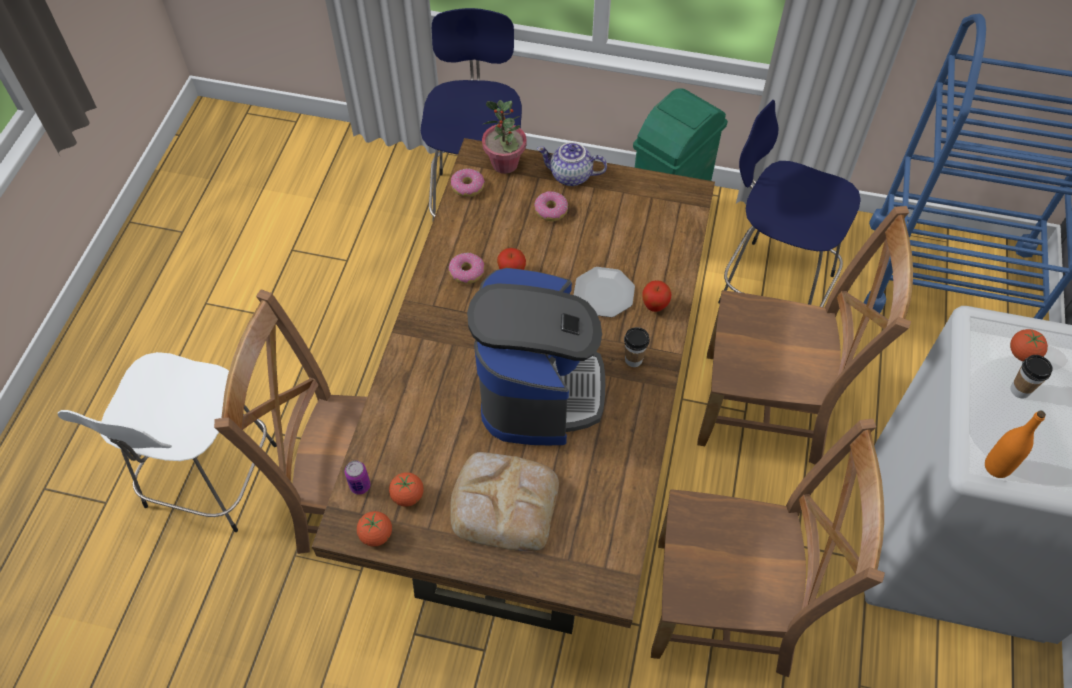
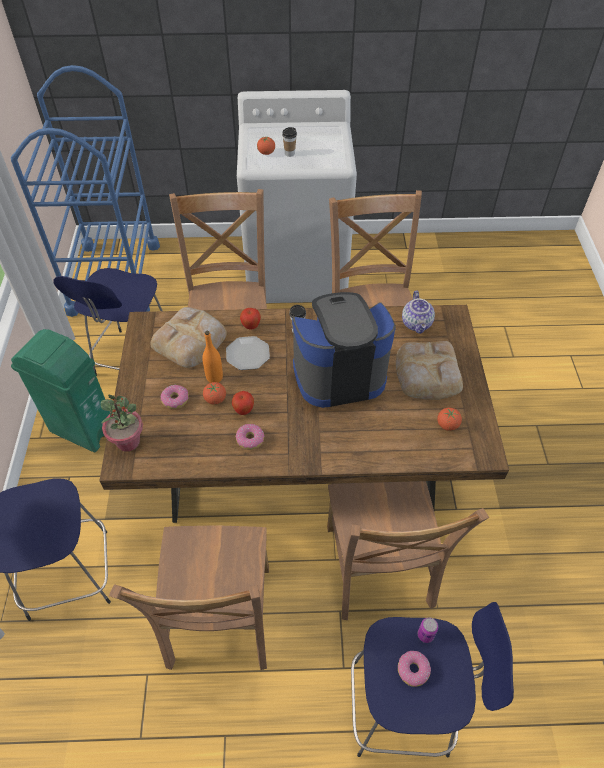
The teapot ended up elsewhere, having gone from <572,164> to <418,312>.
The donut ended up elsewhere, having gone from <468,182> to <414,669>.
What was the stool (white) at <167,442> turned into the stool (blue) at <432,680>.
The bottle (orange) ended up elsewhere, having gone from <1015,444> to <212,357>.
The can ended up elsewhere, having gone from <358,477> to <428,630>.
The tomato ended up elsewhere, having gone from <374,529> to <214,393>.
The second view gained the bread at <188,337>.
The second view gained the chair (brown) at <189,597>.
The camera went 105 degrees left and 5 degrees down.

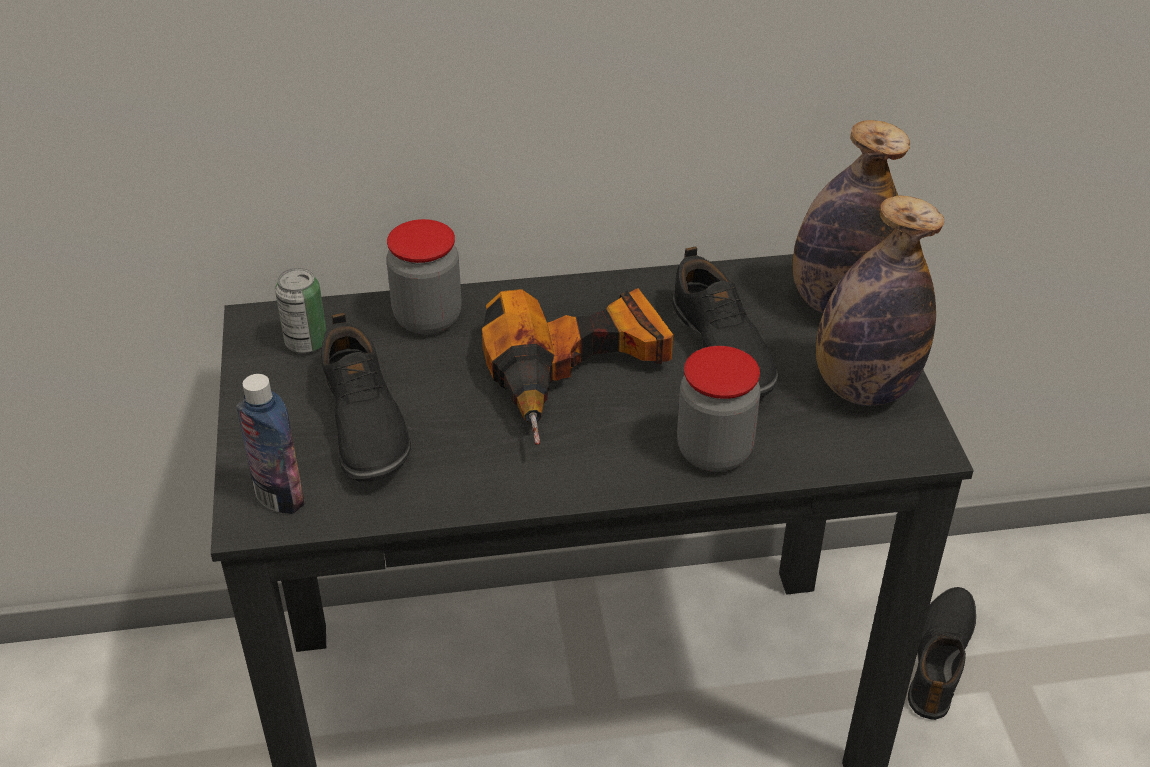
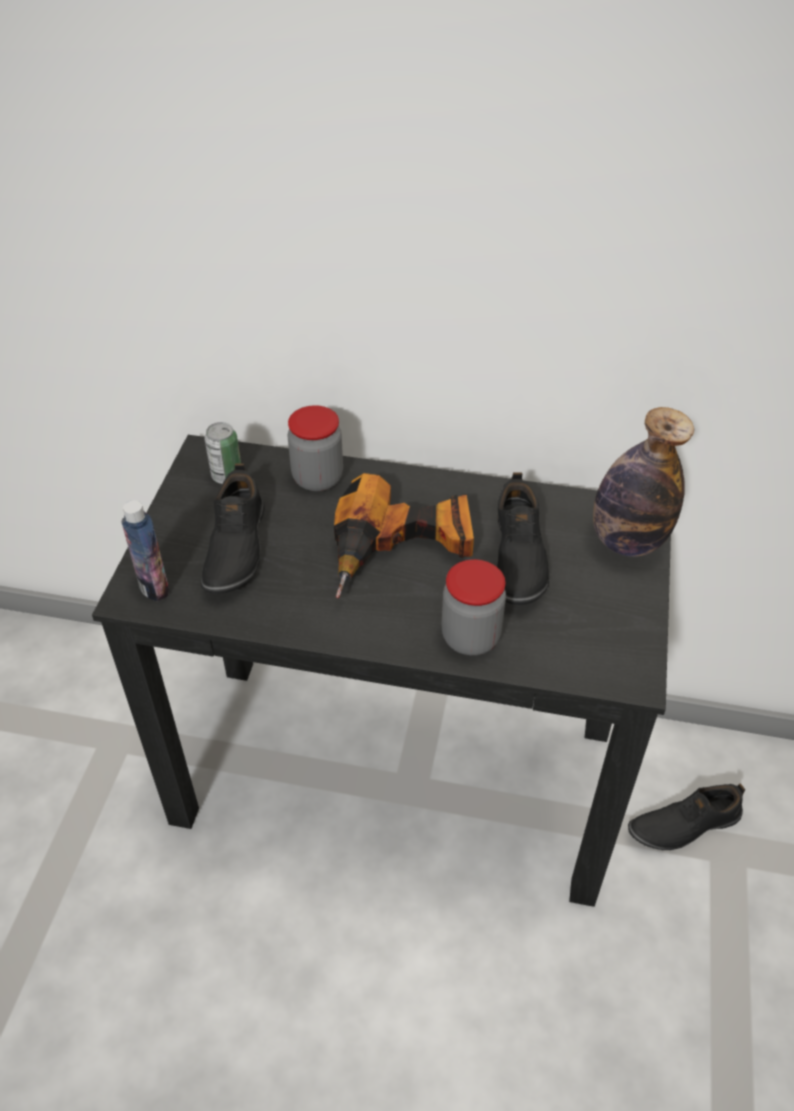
The second view lost the bottle at <880,301>.
The shoe (black) at <942,653> ended up facing another way, 150 degrees counterclockwise from before.
The camera went 20 degrees right and 5 degrees up.

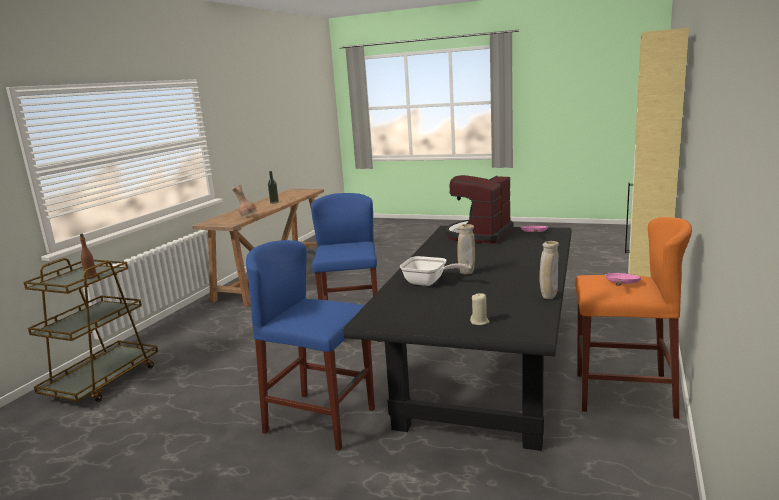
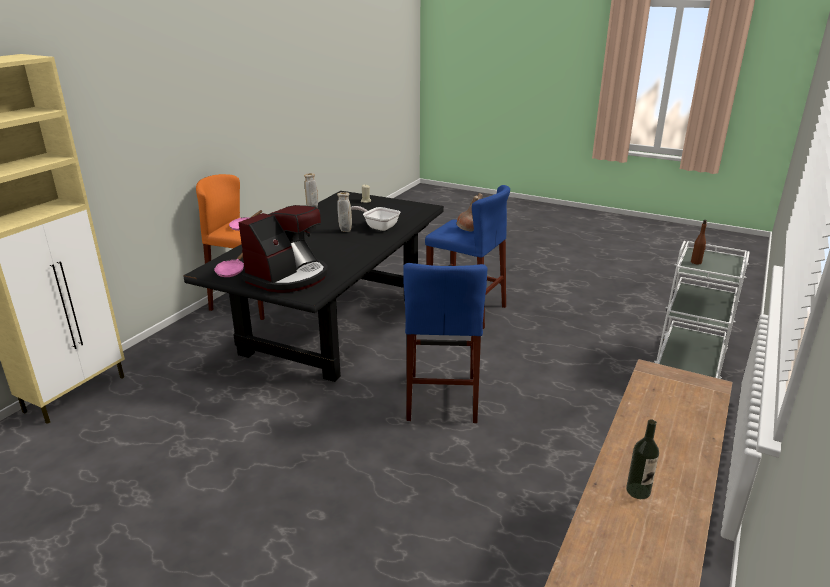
The vase (brown) ended up elsewhere, having gone from <244,201> to <469,212>.
What was the cart (brown) at <91,330> turned into the cart (white) at <702,310>.
The camera went 175 degrees left and 10 degrees up.

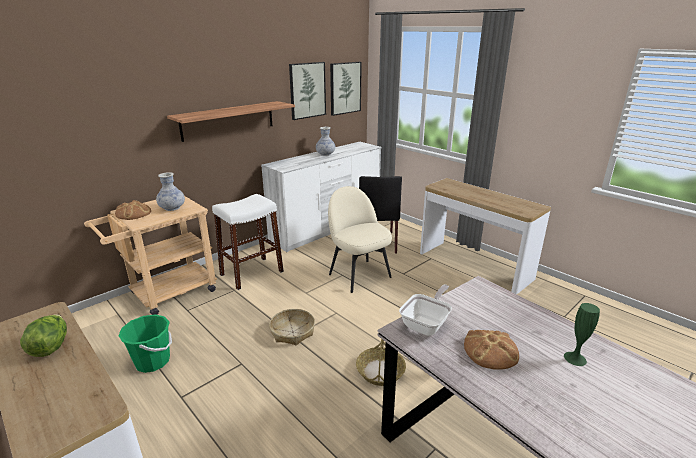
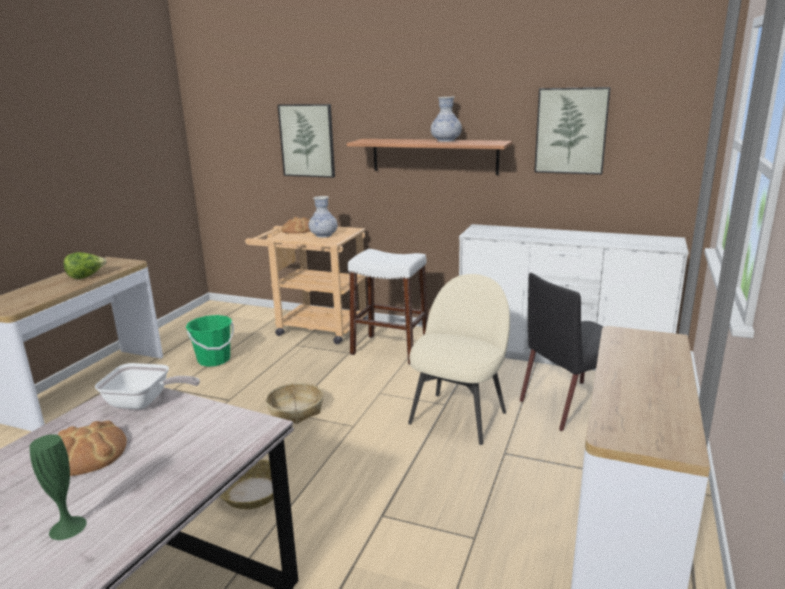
The picture ended up elsewhere, having gone from <346,89> to <306,141>.
The vase ended up elsewhere, having gone from <325,141> to <446,119>.
The camera went 65 degrees right and 5 degrees down.

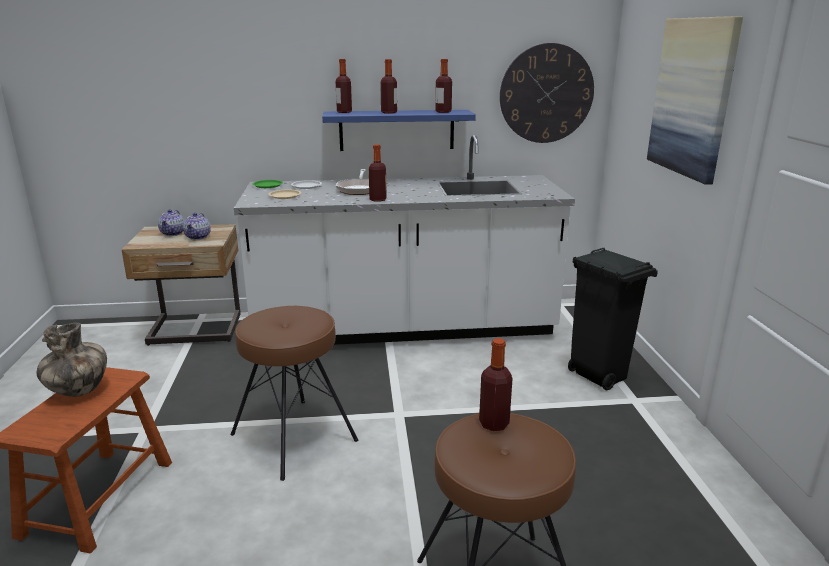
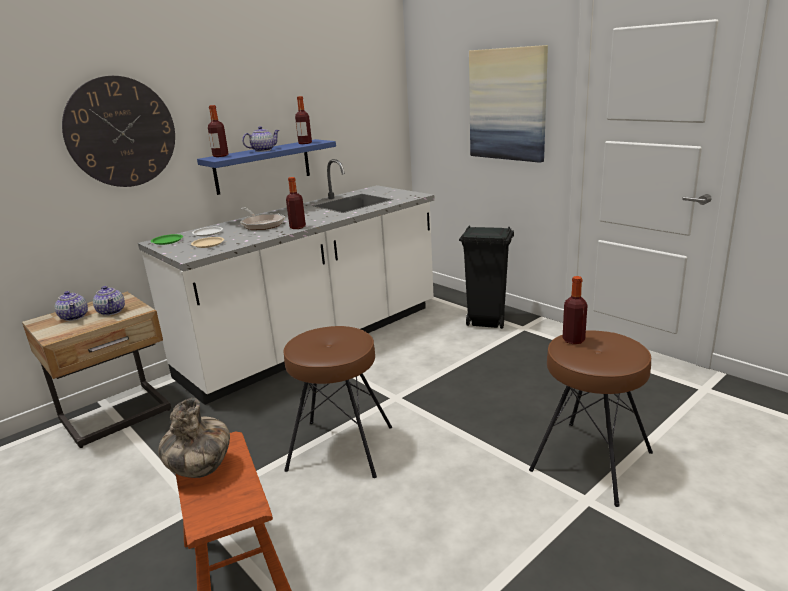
The wall clock ended up elsewhere, having gone from <547,93> to <118,131>.
Where the bottle stood at <388,86>, the teapot came to stand at <260,139>.
The camera went 35 degrees left and 0 degrees up.

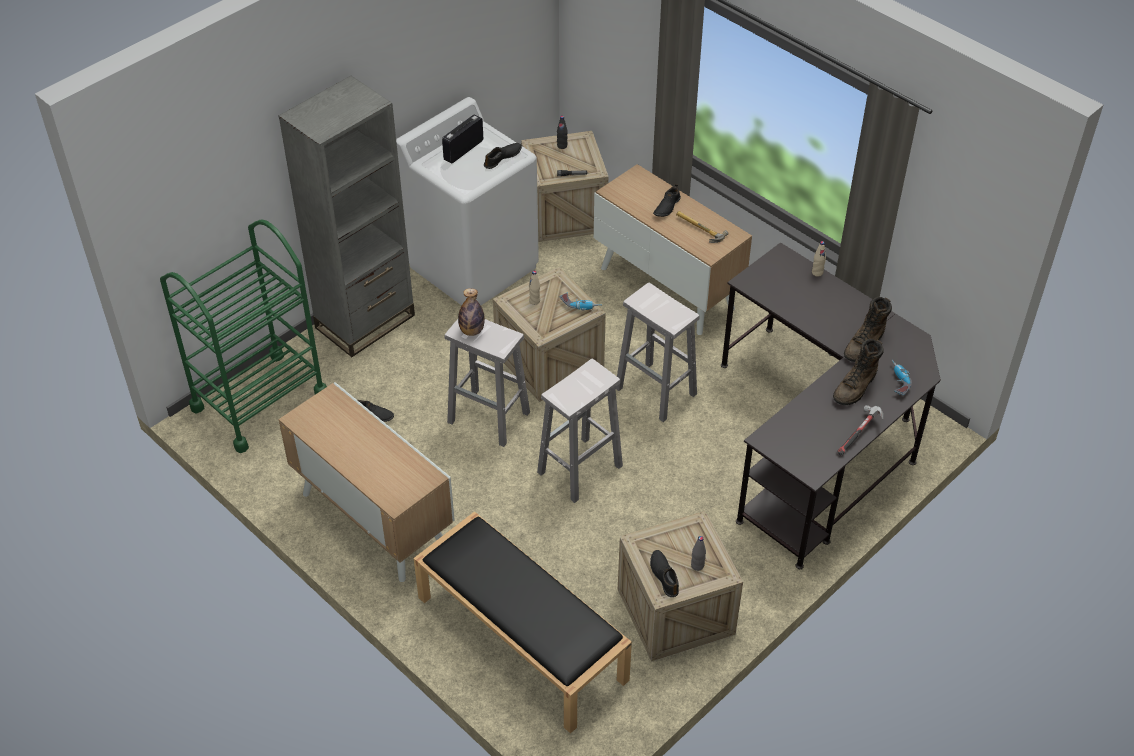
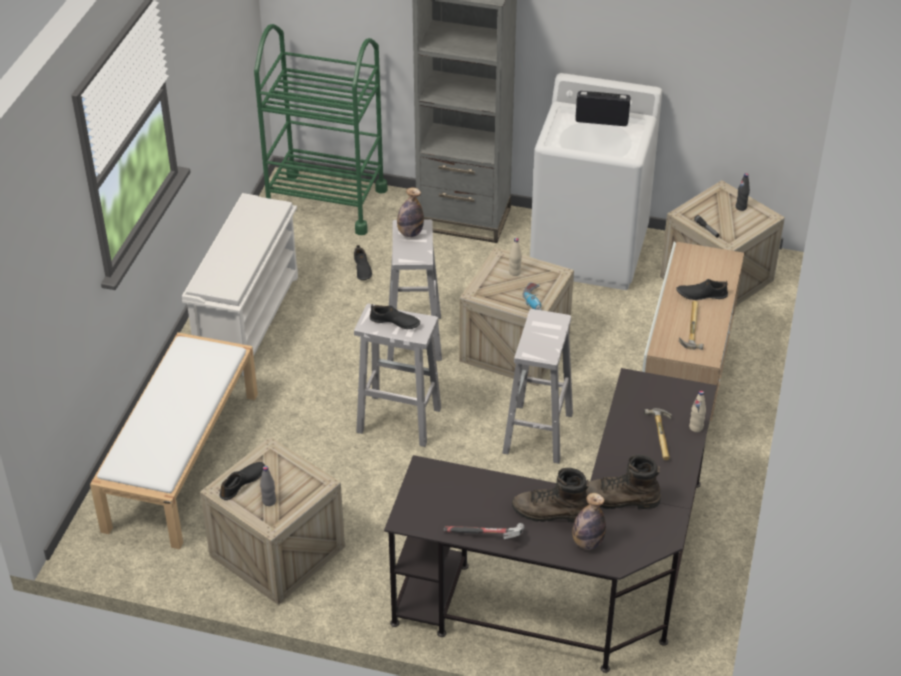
The shoe (black) ended up elsewhere, having gone from <503,156> to <395,316>.
Where the power drill stood at <901,378>, the bottle came to stand at <589,521>.
Where the cabinet stood at <367,482>, the shoe rack (white) came to stand at <240,284>.
What was the bench (black) at <523,622> turned into the bench (white) at <174,440>.
The second view gained the hammer at <658,434>.
The camera went 60 degrees right and 5 degrees down.

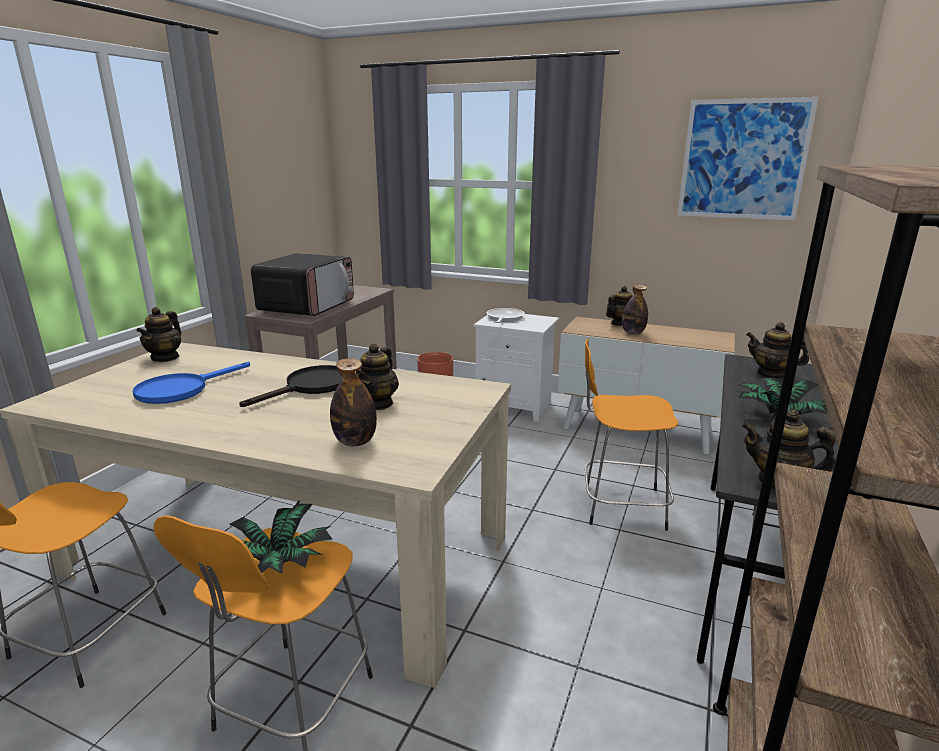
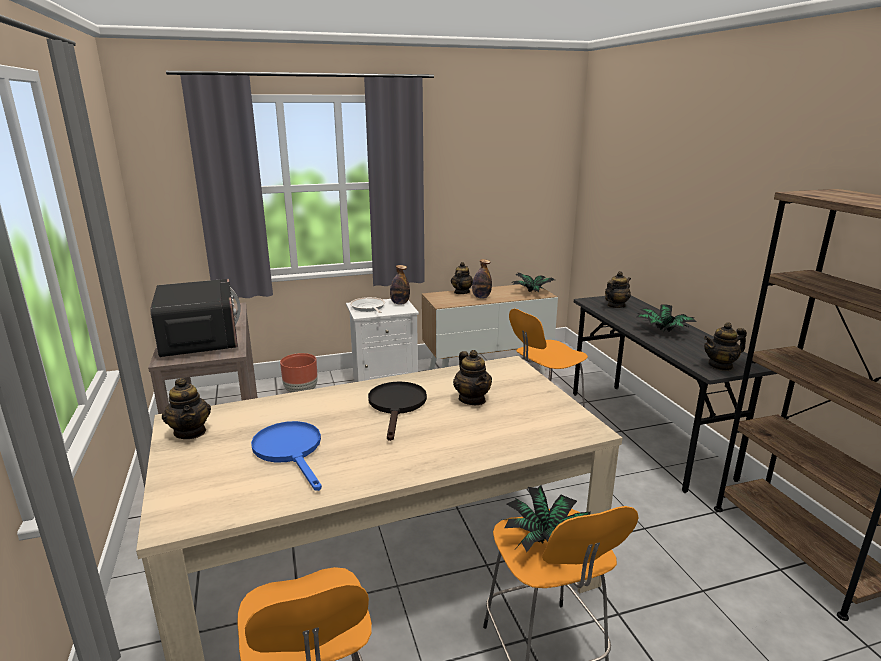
The second view lost the picture at <748,159>.
The teapot at <777,350> ended up facing another way, 150 degrees clockwise from before.
The bottle ended up elsewhere, having gone from <353,402> to <400,285>.
The frying pan (blue) at <191,383> ended up facing another way, 150 degrees clockwise from before.
The second view gained the potted plant at <534,282>.
The camera went 40 degrees left and 0 degrees up.

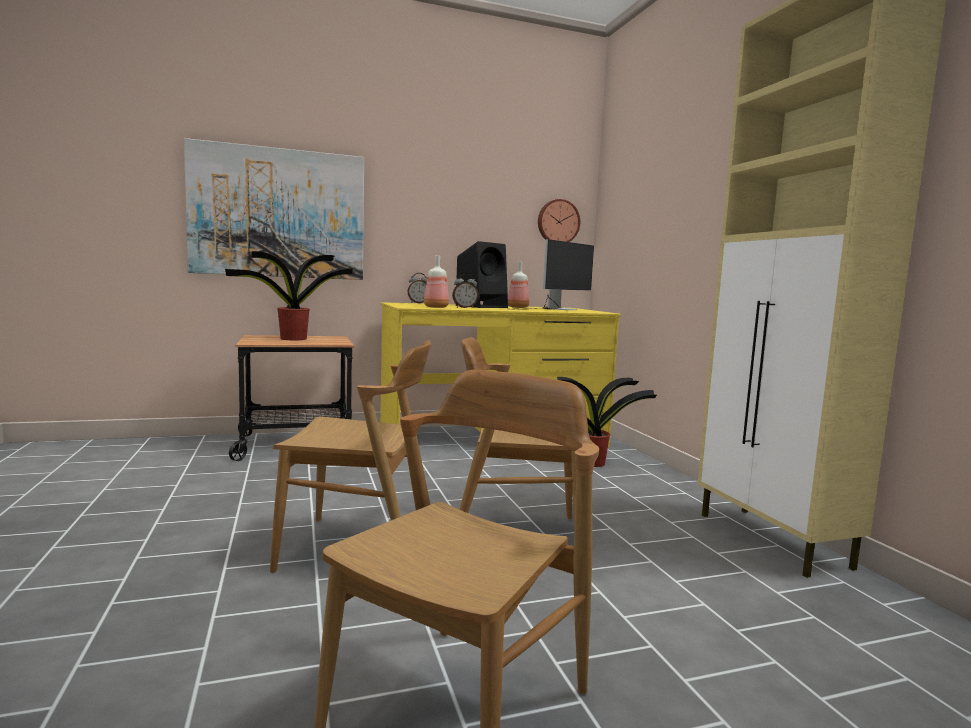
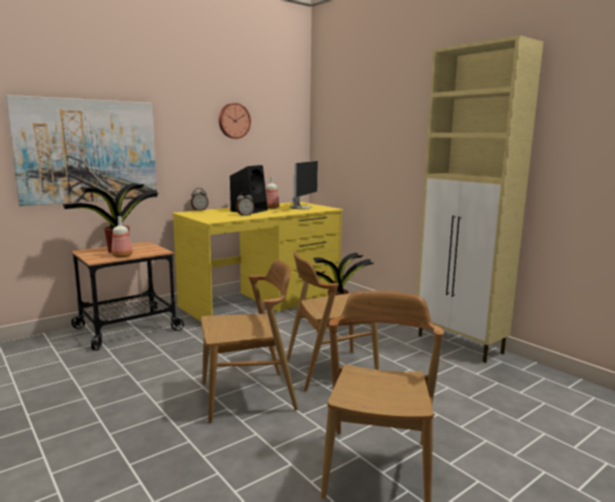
The wall clock ended up elsewhere, having gone from <559,220> to <235,121>.
The bottle ended up elsewhere, having gone from <436,281> to <122,237>.
The camera went 20 degrees left and 5 degrees up.

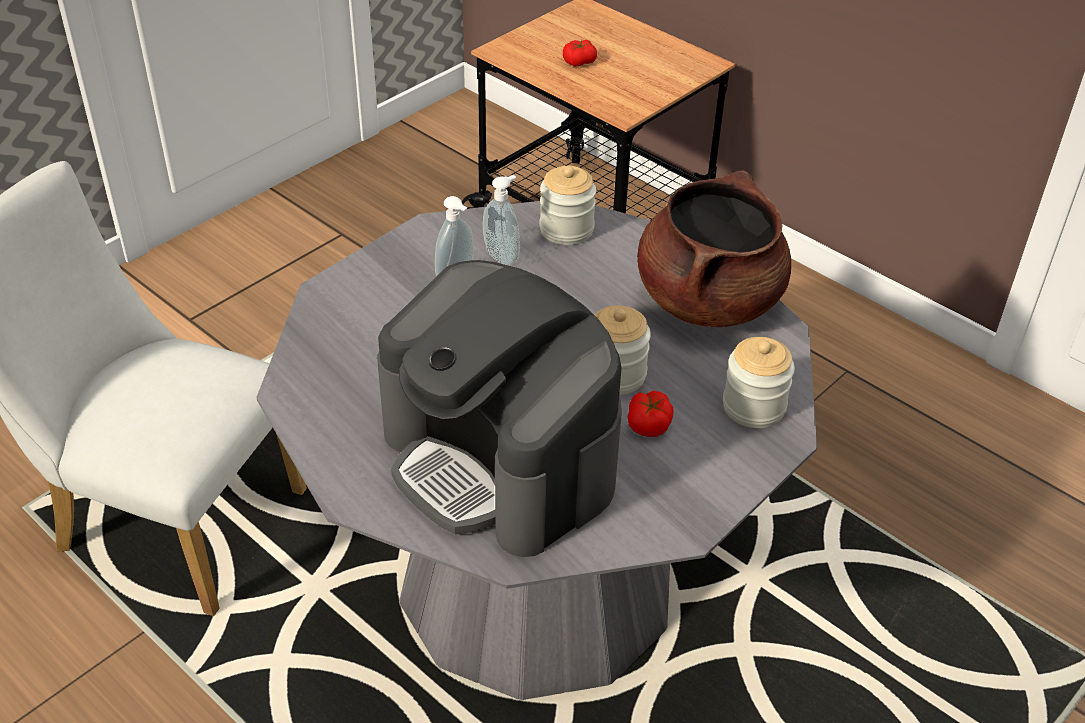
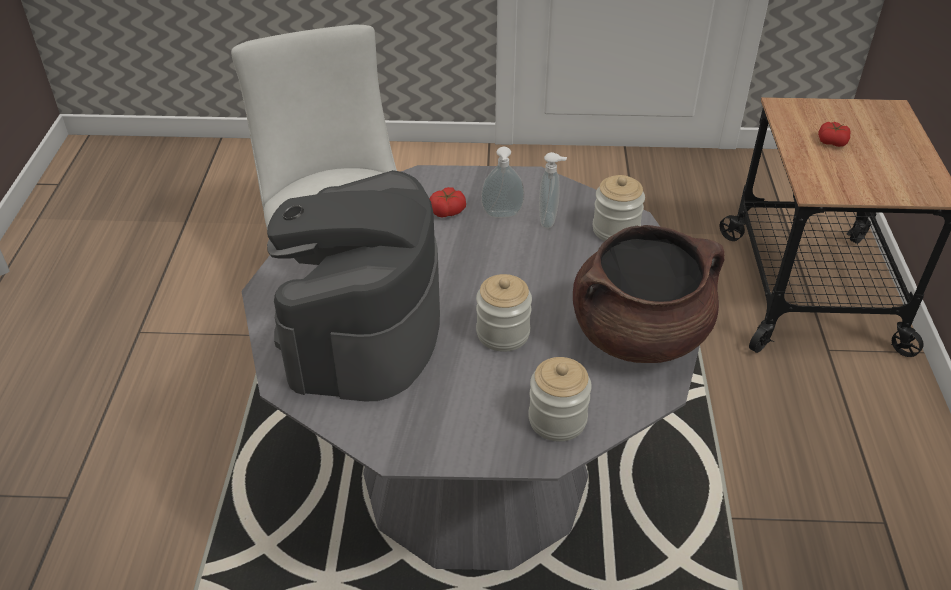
The tomato ended up elsewhere, having gone from <651,414> to <447,202>.
The camera went 50 degrees right and 0 degrees up.

